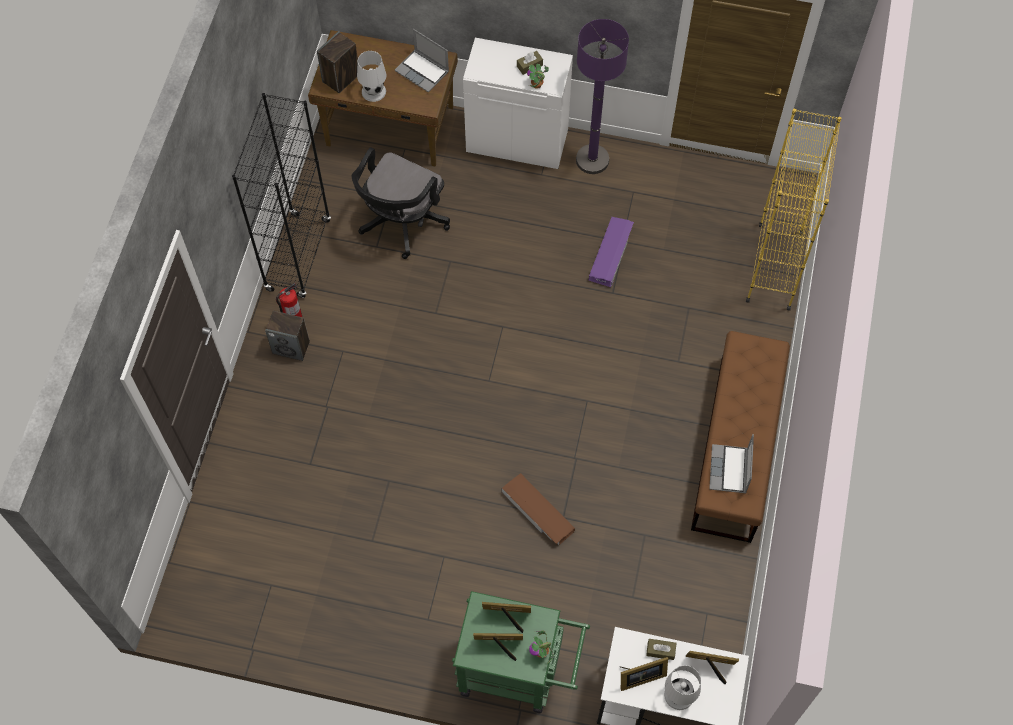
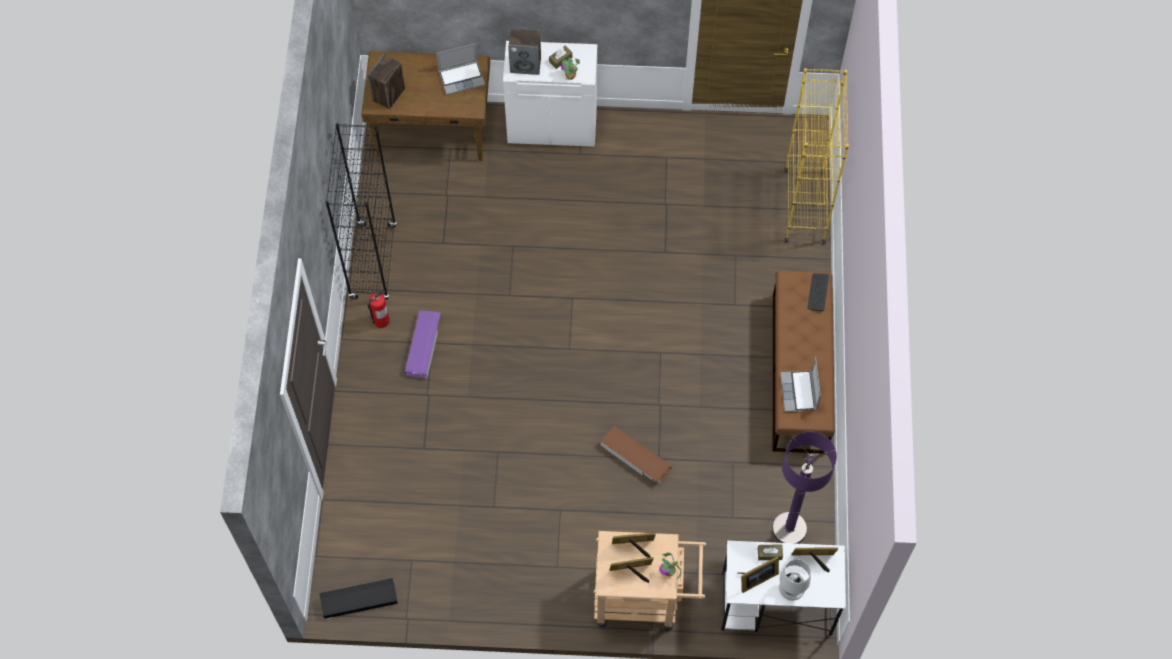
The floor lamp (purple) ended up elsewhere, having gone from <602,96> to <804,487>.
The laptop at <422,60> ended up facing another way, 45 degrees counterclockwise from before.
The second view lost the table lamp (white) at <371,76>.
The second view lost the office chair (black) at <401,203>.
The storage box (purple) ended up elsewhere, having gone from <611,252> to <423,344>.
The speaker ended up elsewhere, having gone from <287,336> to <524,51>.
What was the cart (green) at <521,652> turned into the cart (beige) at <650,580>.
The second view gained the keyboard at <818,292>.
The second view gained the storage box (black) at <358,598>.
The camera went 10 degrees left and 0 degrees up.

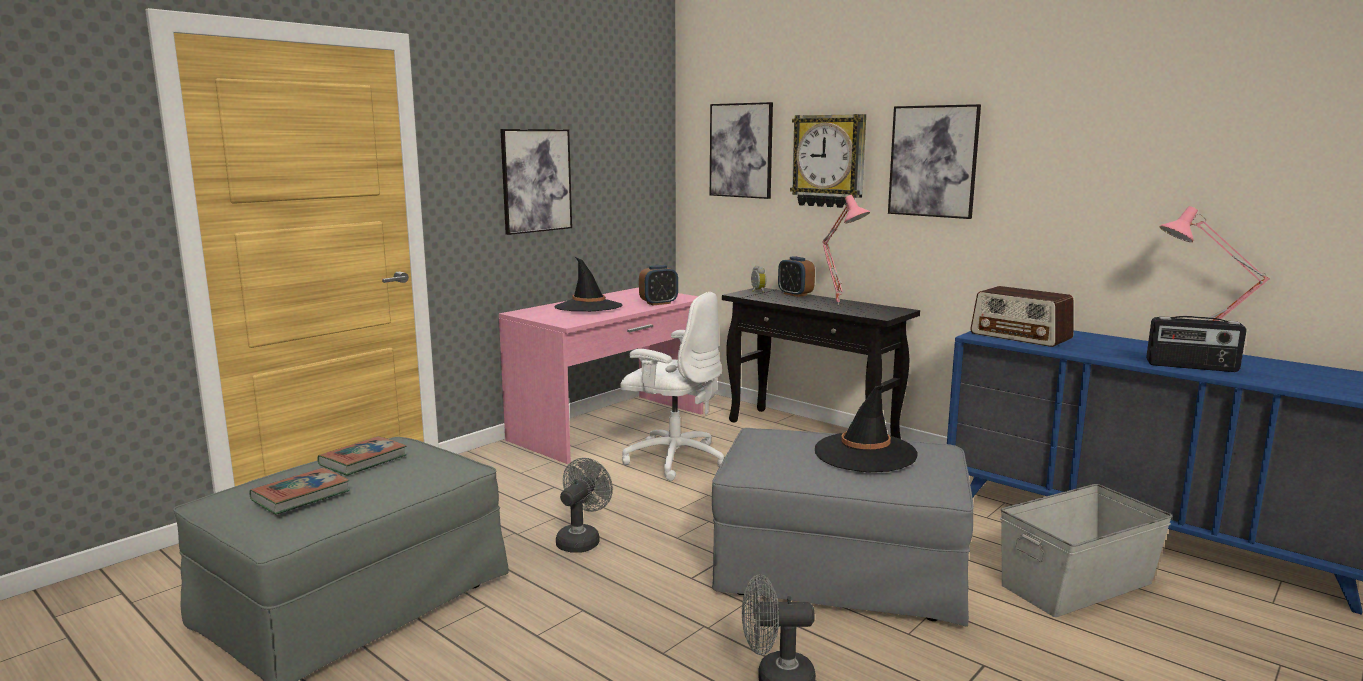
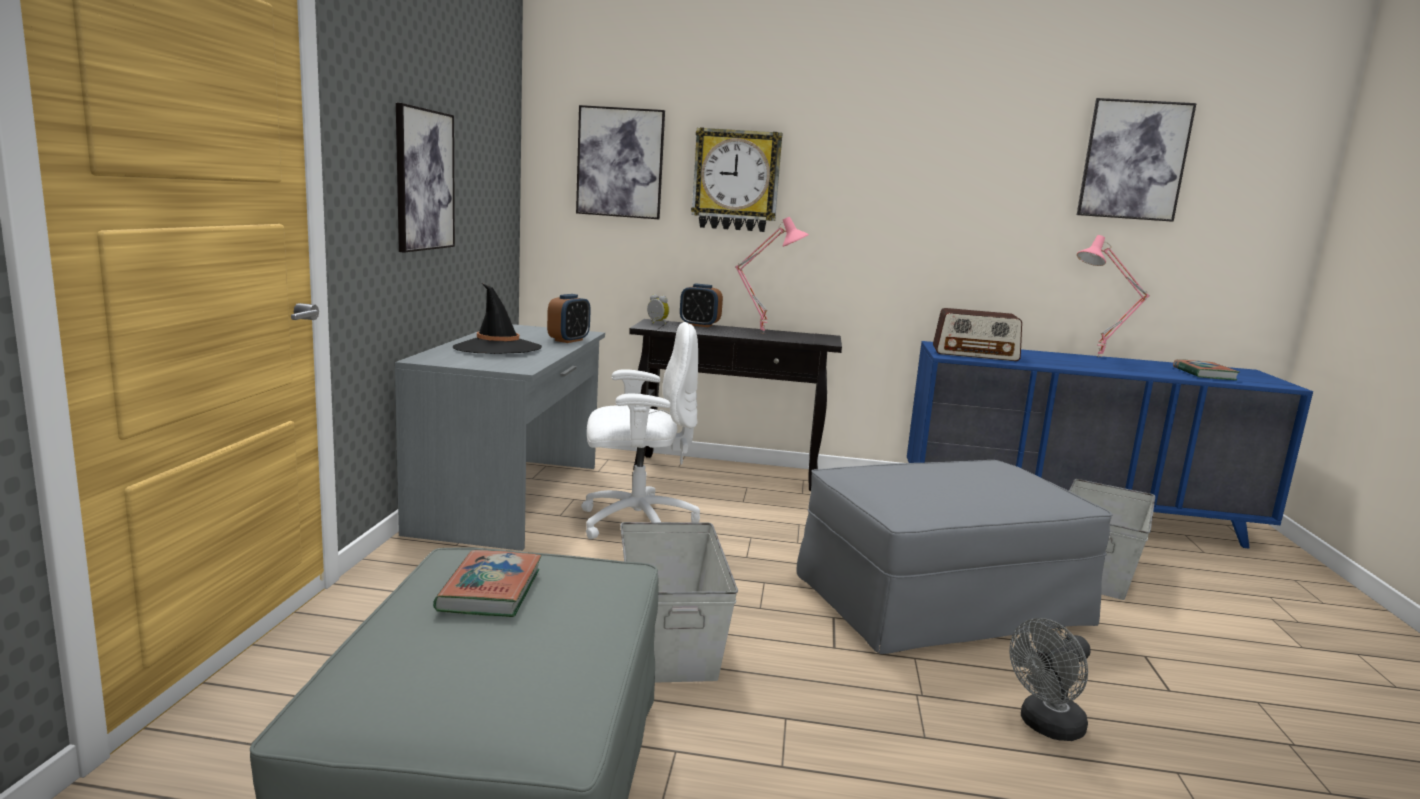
The picture ended up elsewhere, having gone from <934,161> to <1137,160>.
What was the desk (pink) at <601,375> turned into the desk (grey) at <500,437>.
The second view lost the radio at <1196,344>.
The second view lost the hat (black) at <866,428>.
Where the fan (grey) stood at <584,505>, the storage box (grey) came to stand at <679,602>.
The book ended up elsewhere, having gone from <299,491> to <1206,369>.
The camera went 35 degrees left and 0 degrees up.

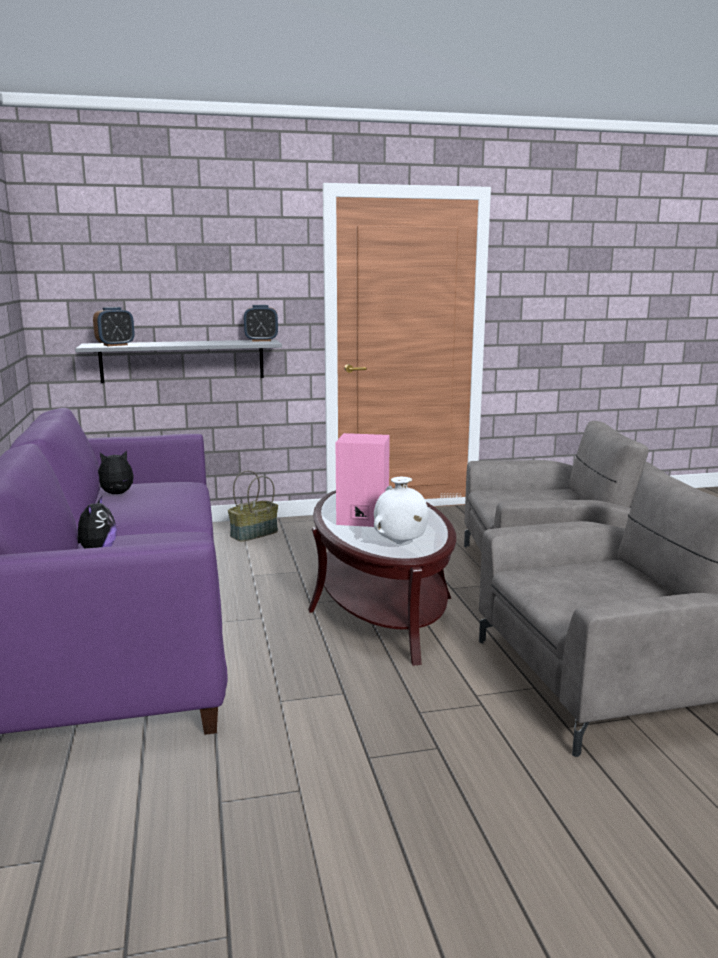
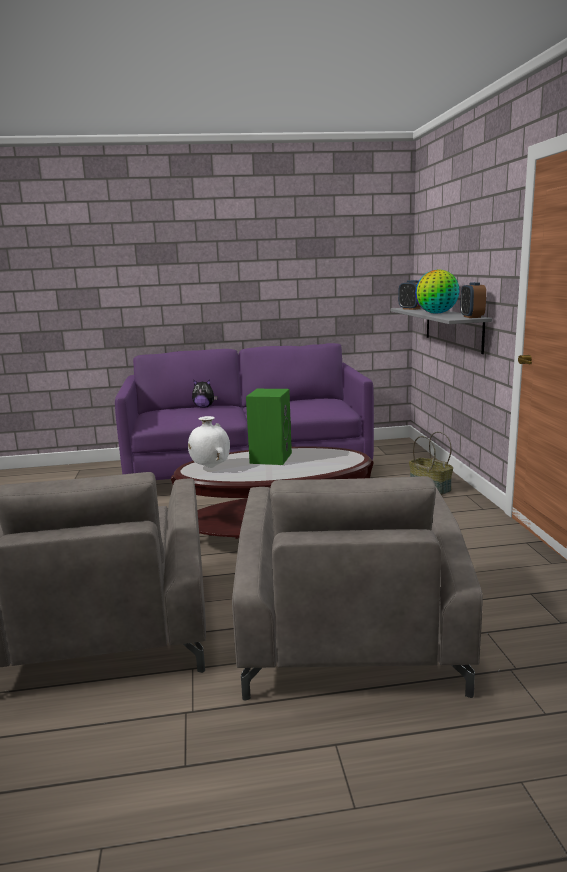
What was the speaker (pink) at <363,480> turned into the speaker (green) at <269,427>.
The second view lost the plush toy at <116,472>.
The second view gained the globe at <437,291>.
The camera went 95 degrees right and 0 degrees up.

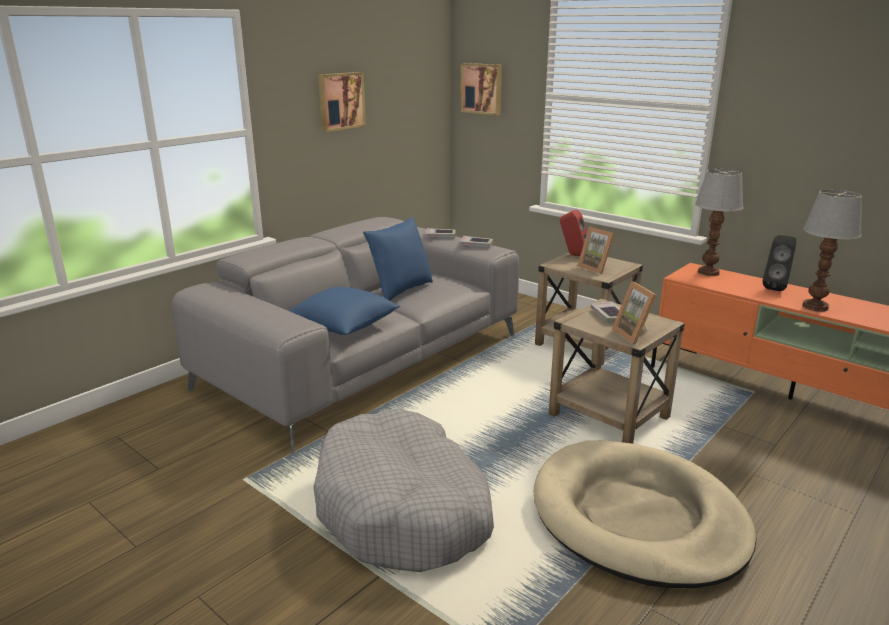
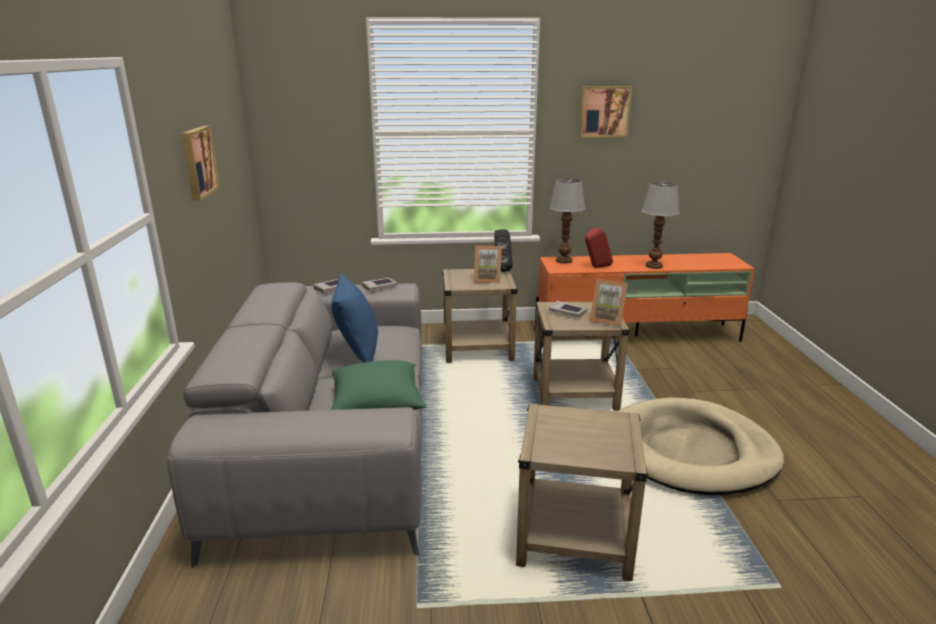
The picture ended up elsewhere, having gone from <481,89> to <605,112>.
The speaker (red) ended up elsewhere, having gone from <573,232> to <599,247>.
The speaker (black) ended up elsewhere, having gone from <780,263> to <503,251>.
What was the pillow (blue) at <344,311> turned into the pillow (green) at <378,385>.
Where the dog bed (grey) stood at <403,490>, the side table (beige) came to stand at <582,492>.
The camera went 45 degrees left and 0 degrees up.

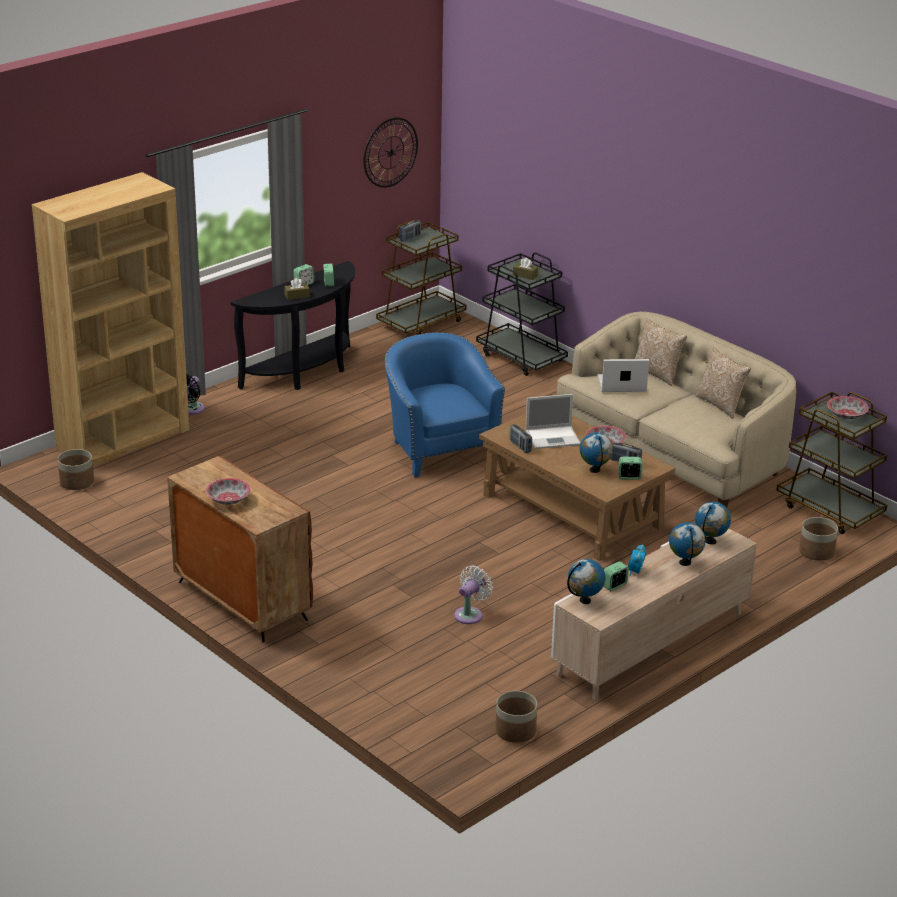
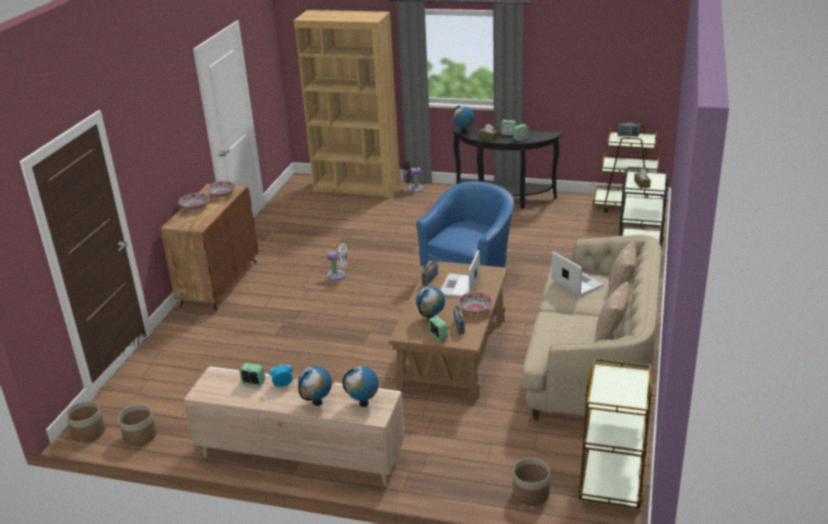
The second view lost the wall clock at <391,152>.
The laptop at <553,421> ended up facing another way, 60 degrees clockwise from before.
The bowl ended up elsewhere, having gone from <848,407> to <220,189>.
The planter ended up elsewhere, having gone from <76,469> to <85,421>.
The globe ended up elsewhere, having gone from <586,581> to <463,119>.
The fan (white) ended up elsewhere, having gone from <473,594> to <337,262>.
The camera went 60 degrees right and 0 degrees up.

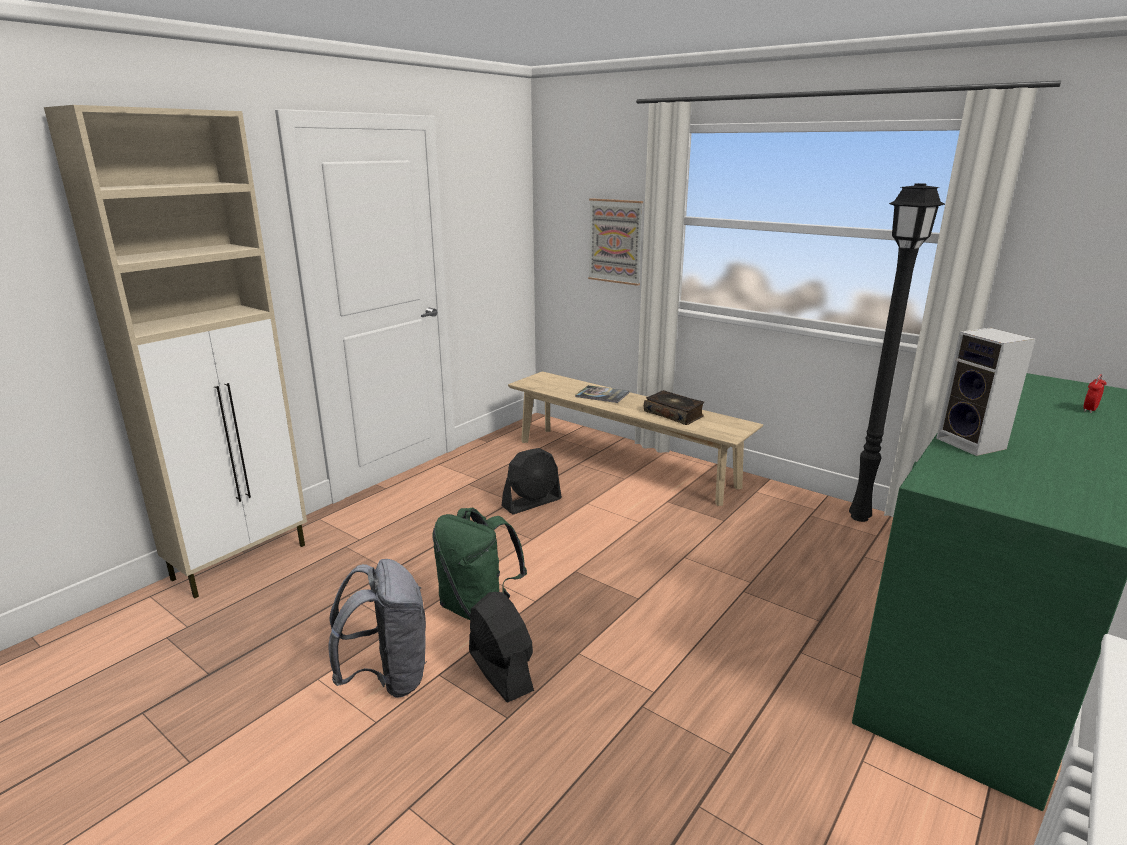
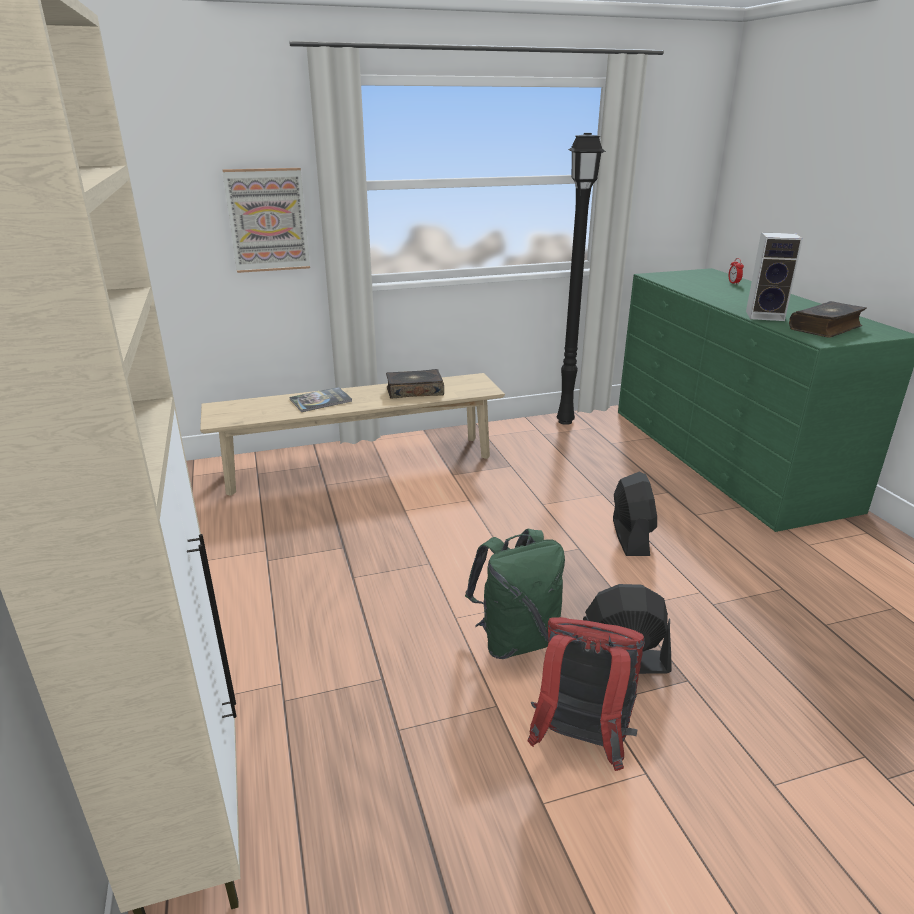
The fan (black) ended up elsewhere, having gone from <531,481> to <635,514>.
What was the backpack (grey) at <377,628> turned into the backpack (red) at <586,694>.
The second view gained the book at <827,319>.
The camera went 55 degrees left and 5 degrees up.

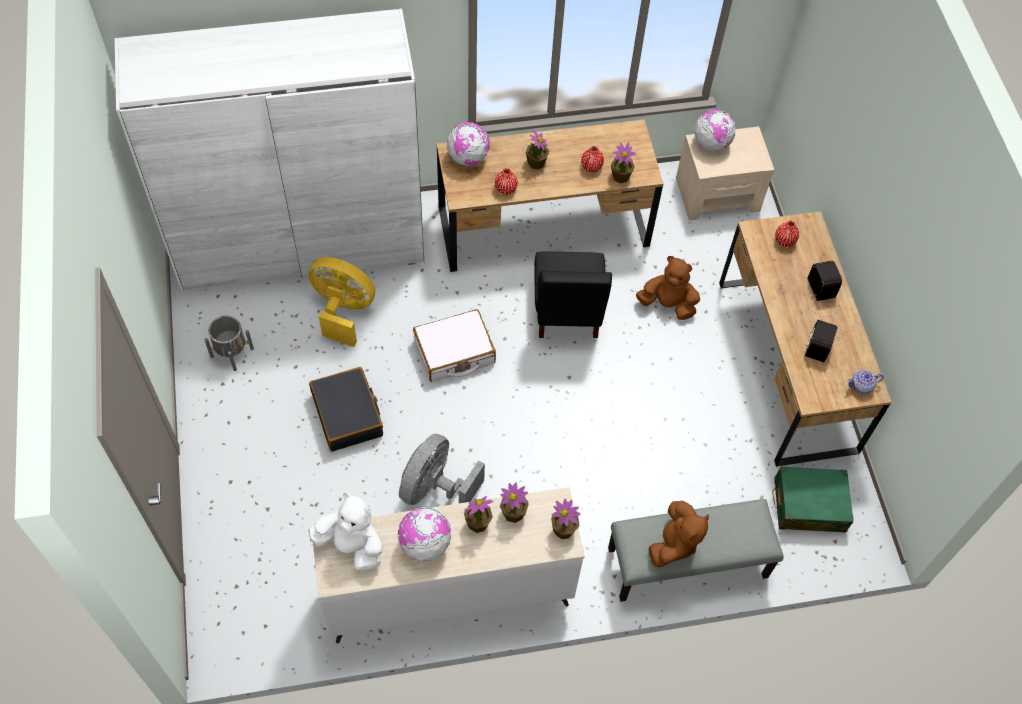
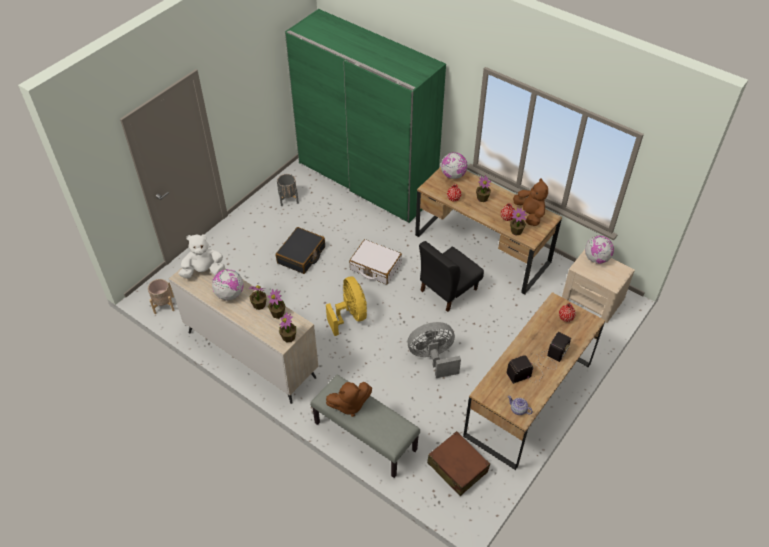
What was the wardrobe (white) at <269,150> turned into the wardrobe (green) at <365,116>.
The plush toy (brown) ended up elsewhere, having gone from <668,288> to <530,202>.
The fan (yellow) ended up elsewhere, having gone from <341,302> to <346,306>.
The fan (grey) ended up elsewhere, having gone from <442,469> to <434,350>.
What was the suitcase (green) at <813,499> turned into the suitcase (brown) at <458,463>.
The plush toy (white) at <345,532> ended up facing another way, 90 degrees counterclockwise from before.
The second view gained the planter (beige) at <161,296>.
The camera went 50 degrees right and 10 degrees down.

